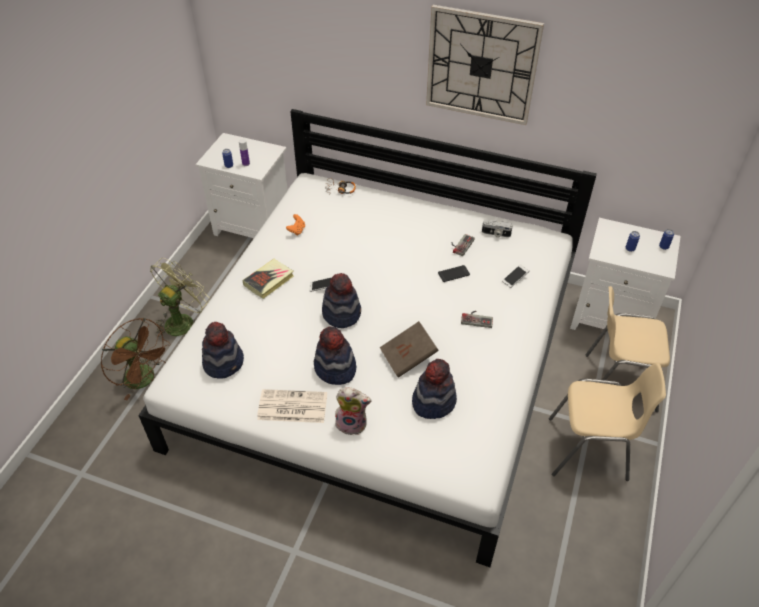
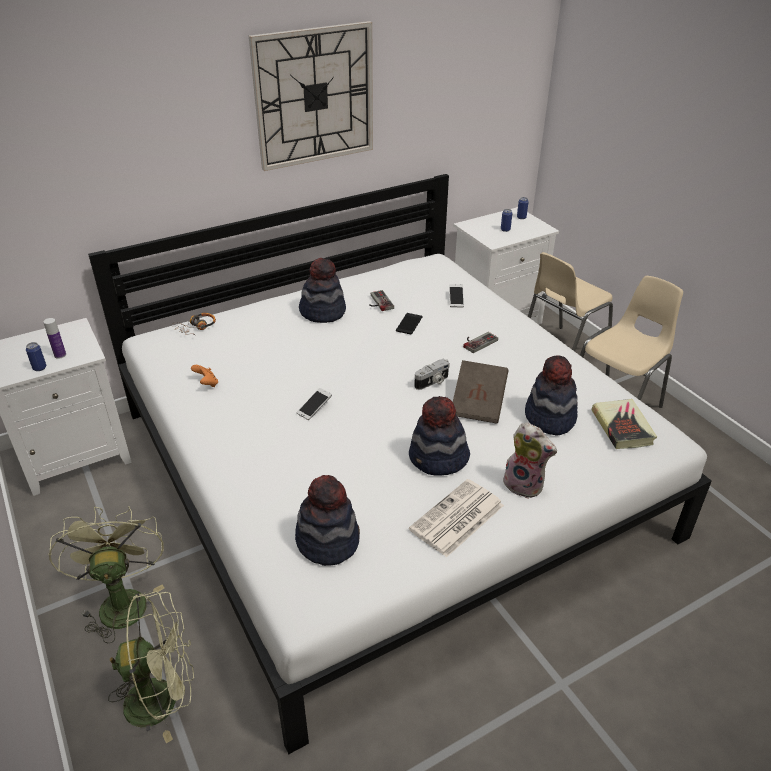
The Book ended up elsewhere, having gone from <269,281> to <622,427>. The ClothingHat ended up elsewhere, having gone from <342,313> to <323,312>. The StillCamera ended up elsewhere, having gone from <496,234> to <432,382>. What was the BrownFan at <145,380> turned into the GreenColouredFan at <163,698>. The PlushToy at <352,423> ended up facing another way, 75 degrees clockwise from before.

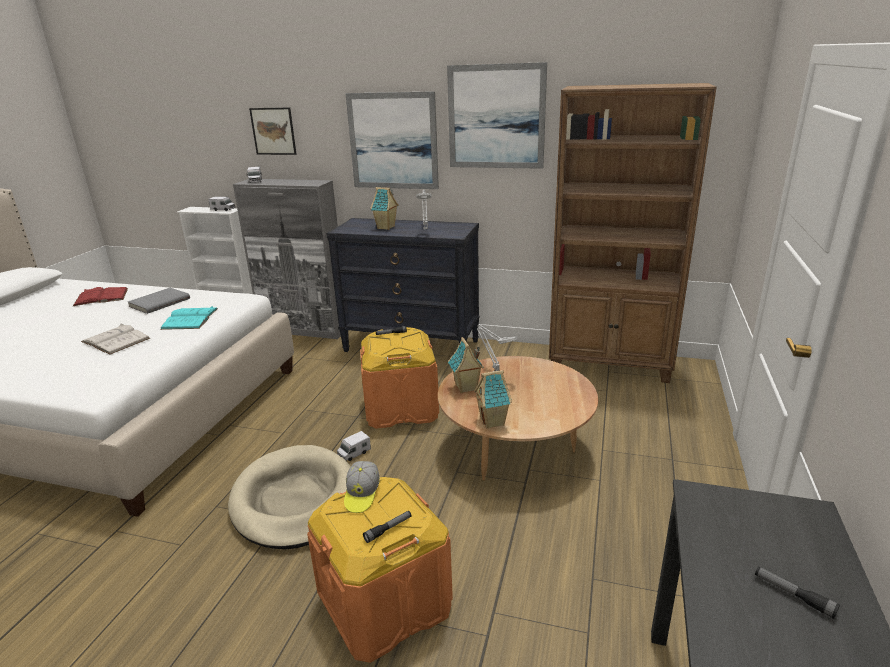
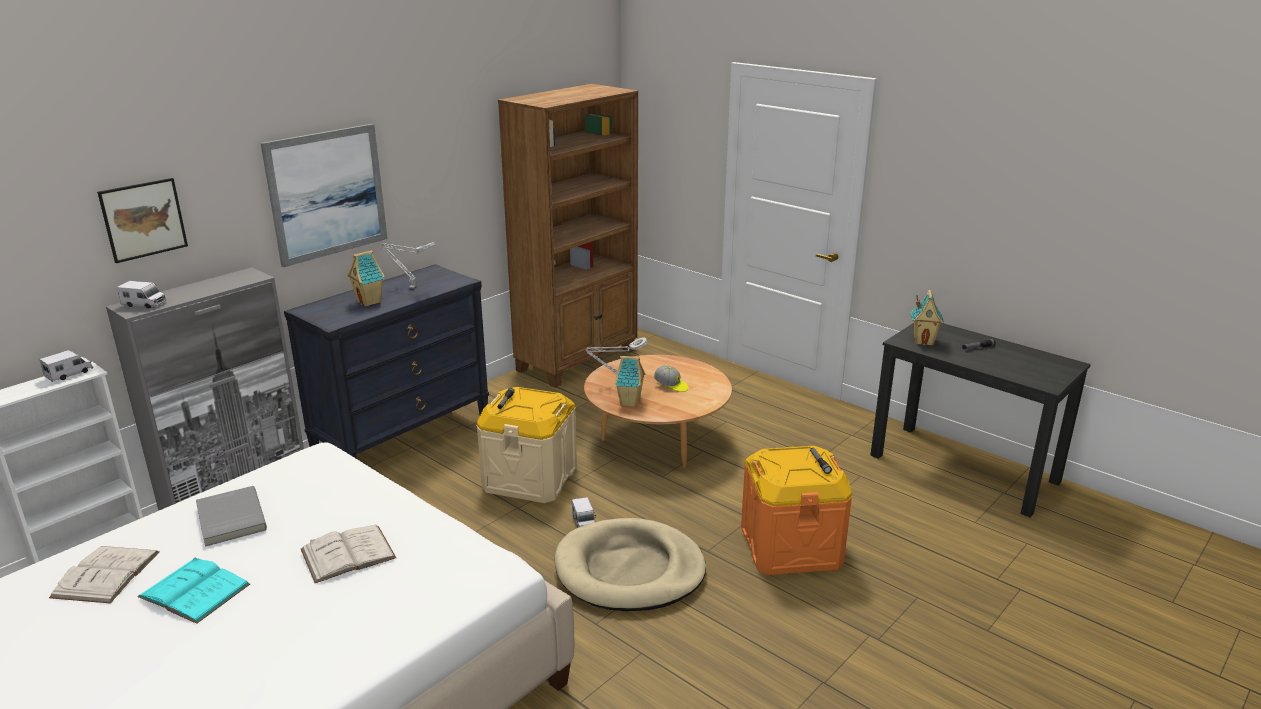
The second view lost the WallArt at <496,117>. The TurquoiseColouredBook ended up elsewhere, having gone from <190,318> to <194,590>. The BaseballCap ended up elsewhere, having gone from <362,494> to <671,386>. The ModelHouse ended up elsewhere, having gone from <493,422> to <923,341>. What was the RedBook at <101,297> turned into the WhiteColouredBook at <106,574>. What was the OrangeStorageBin at <401,408> turned into the BeigeColouredStorageBin at <530,478>.

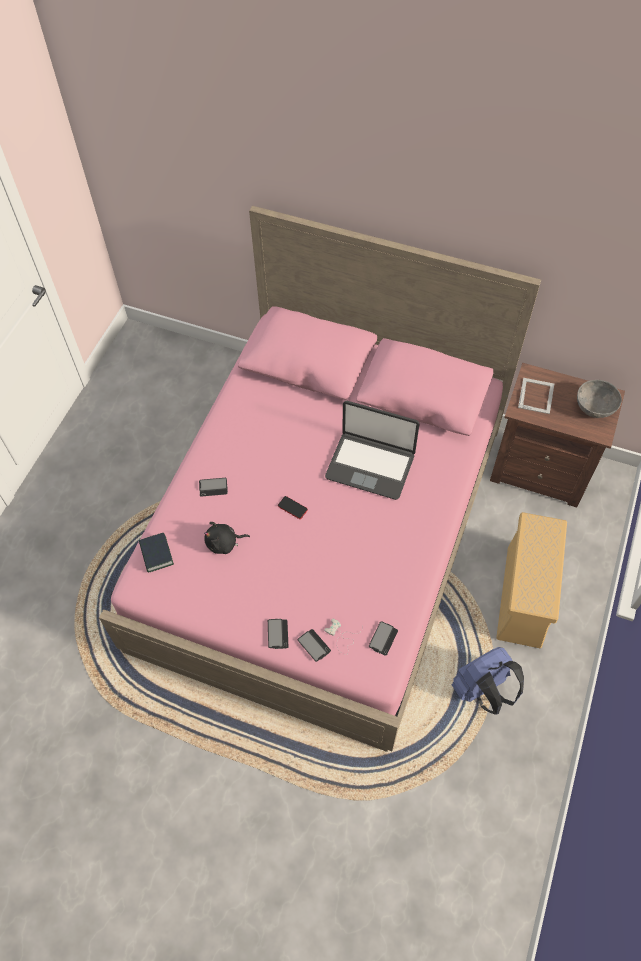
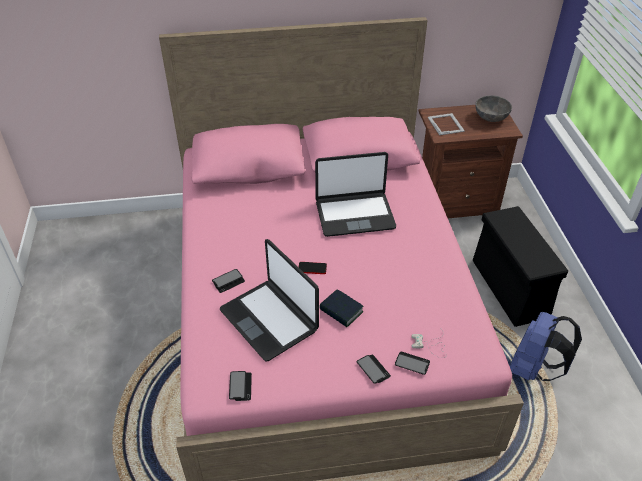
The Book ended up elsewhere, having gone from <156,554> to <341,311>. The Telephone ended up elsewhere, having gone from <383,638> to <240,386>. Where the BlackColouredPlushToy stood at <224,543>, the PortableComputer came to stand at <270,319>. What was the BeigeColouredStorageBin at <524,597> turned into the BlackColouredStorageBin at <510,289>.

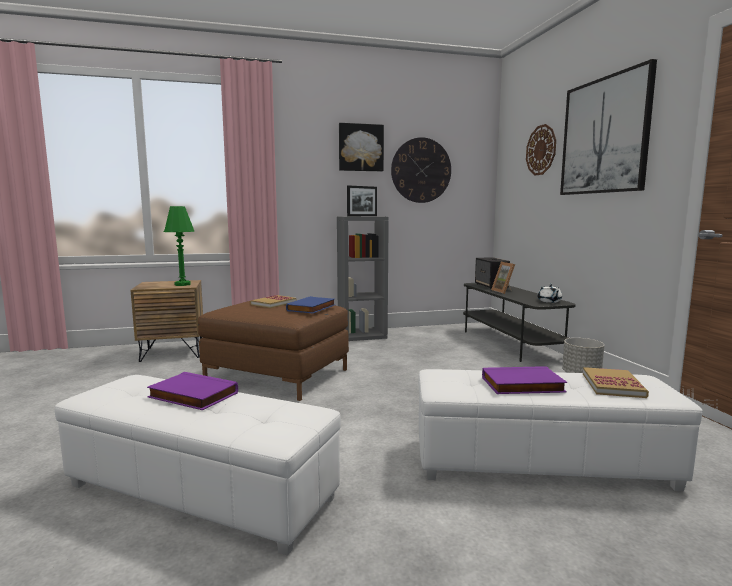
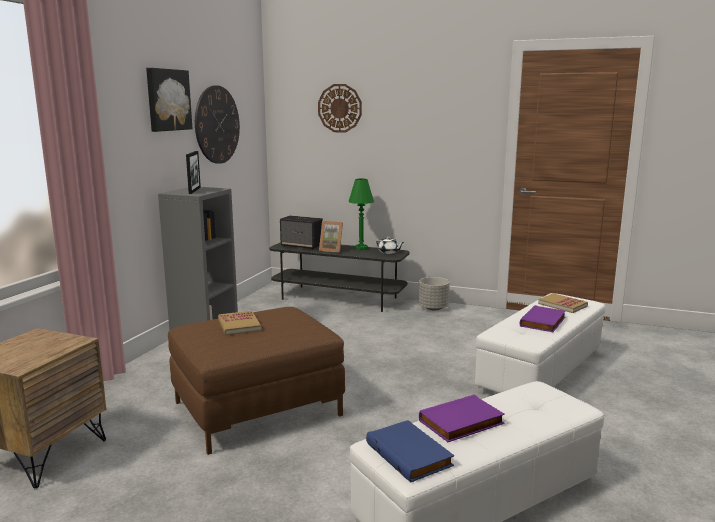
The second view lost the WallArt at <604,136>. The GreenColouredTabletopLamp ended up elsewhere, having gone from <182,284> to <361,248>. The BluishBook ended up elsewhere, having gone from <312,308> to <410,454>.

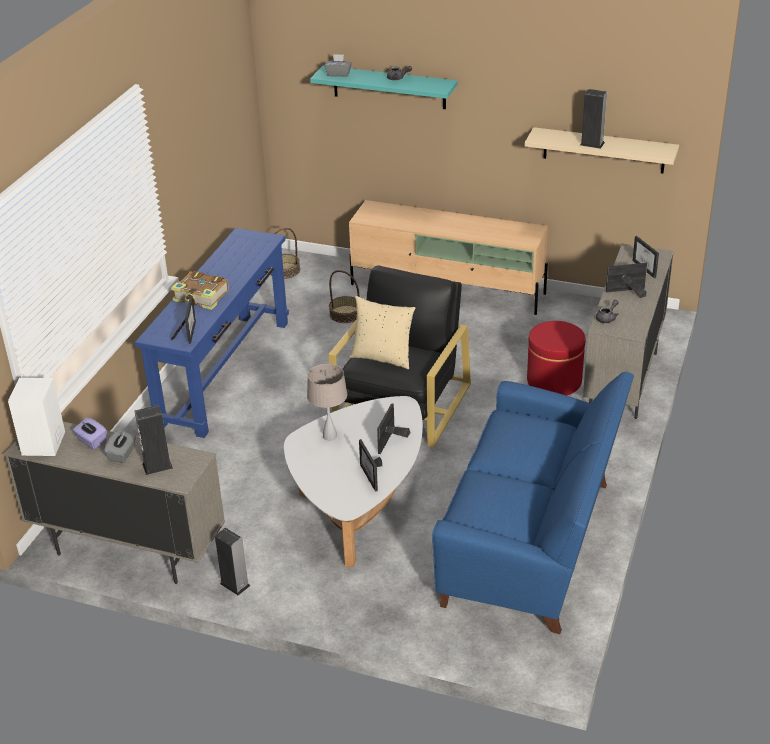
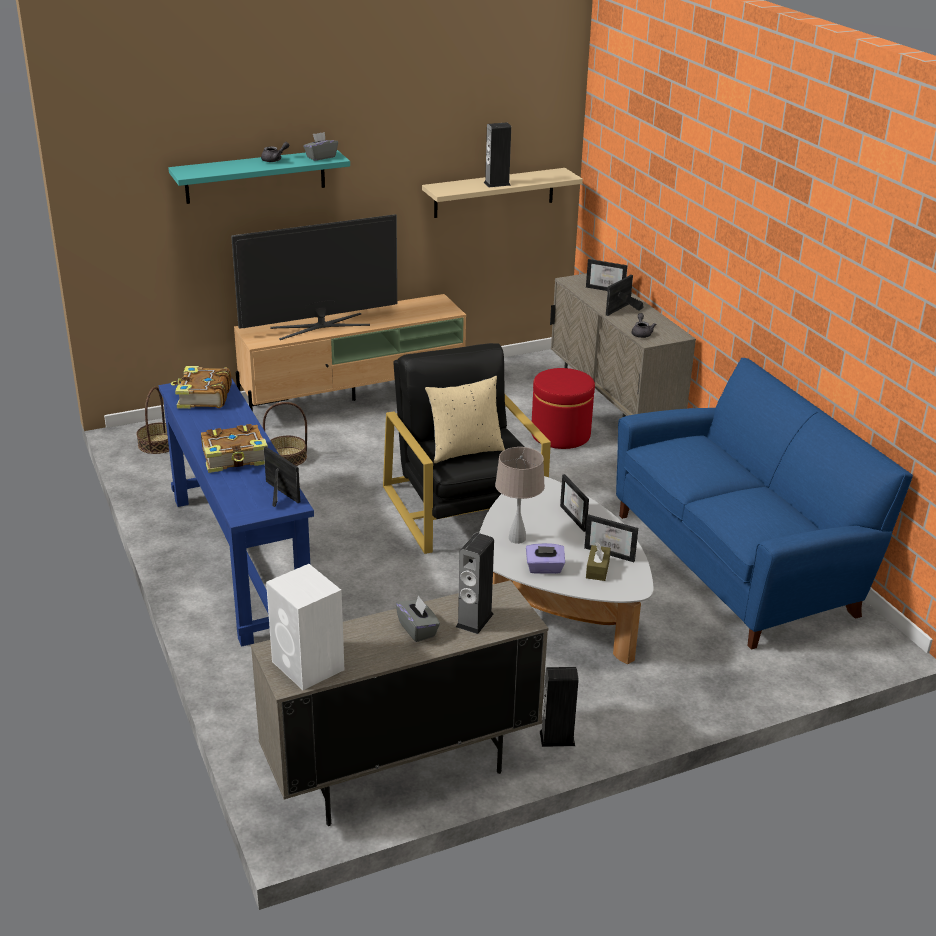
The second view gained the Book at <203,397>. The second view gained the Television at <320,326>. The second view gained the BrownBoxOfTissues at <597,569>. The PurplishBoxOfTissues ended up elsewhere, having gone from <91,441> to <544,568>. The GreyishBoxOfTissues ended up elsewhere, having gone from <338,74> to <321,157>.

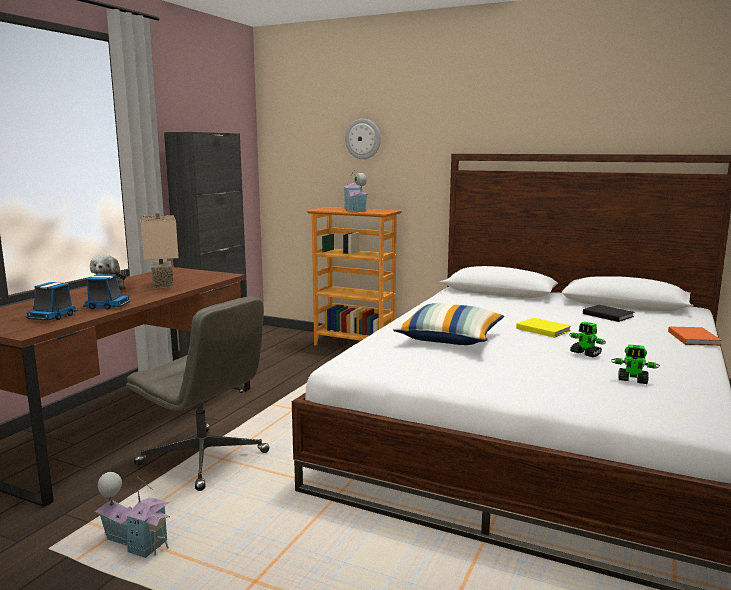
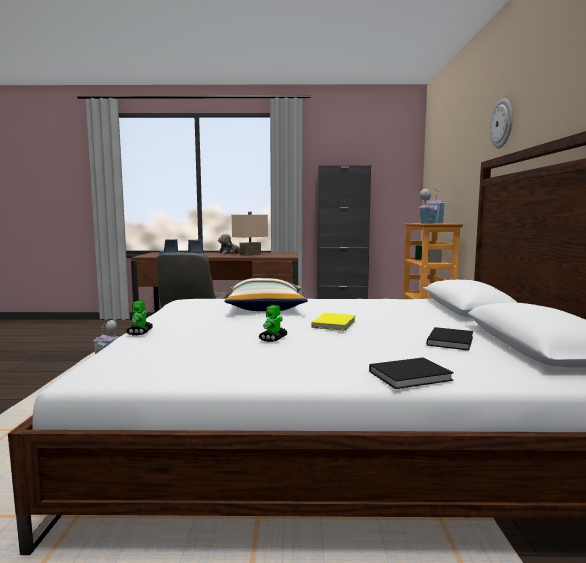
The ClockOnTheWall ended up elsewhere, having gone from <363,139> to <502,123>. The RobotFigure ended up elsewhere, having gone from <633,380> to <139,332>. What was the OrangeBook at <693,338> turned into the BlackColouredBook at <412,376>.

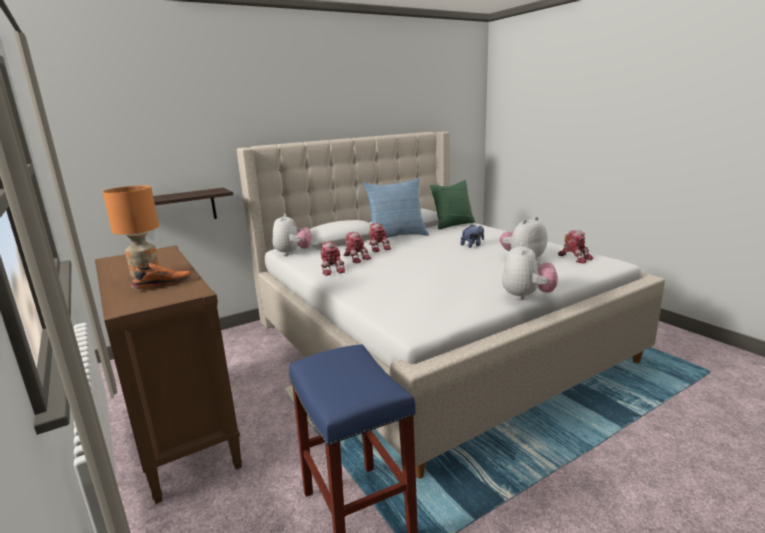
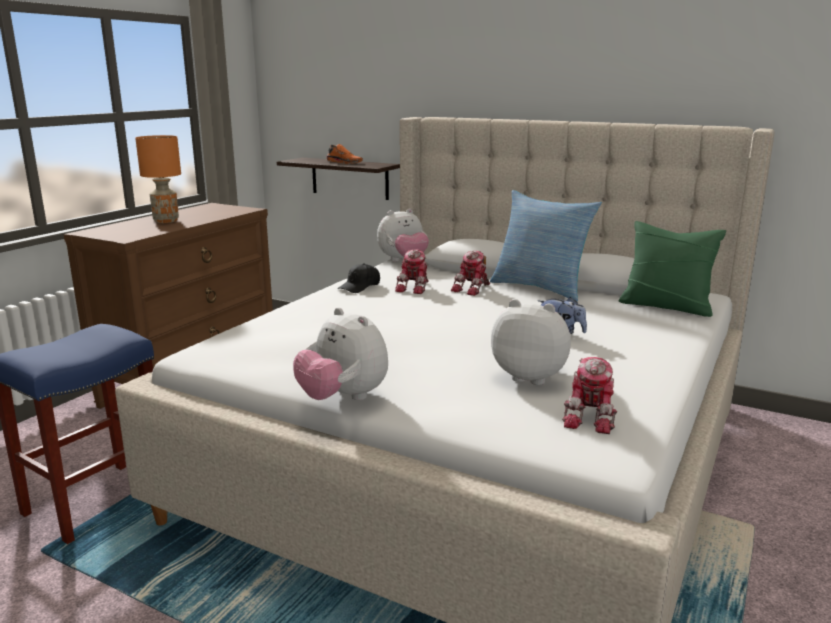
The OrangeShoe ended up elsewhere, having gone from <162,284> to <345,162>. Where the RobotFigure stood at <332,269>, the BlackColouredBaseballCap came to stand at <360,287>. The PlushToy at <527,296> ended up facing another way, 60 degrees clockwise from before.

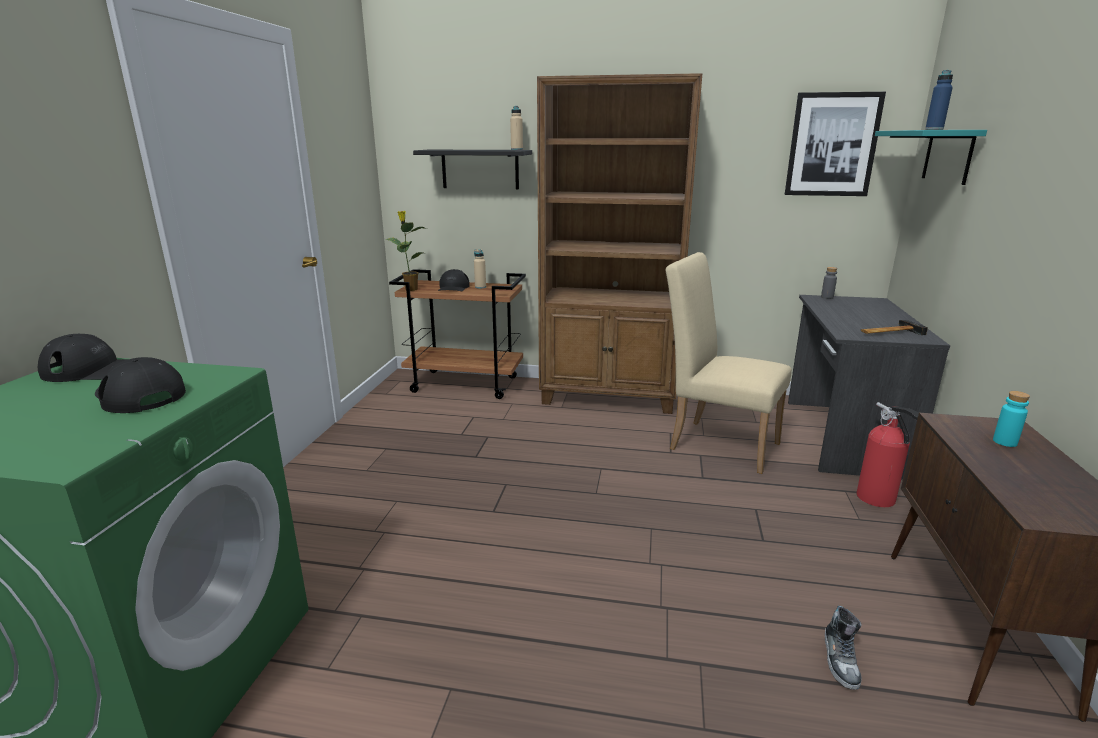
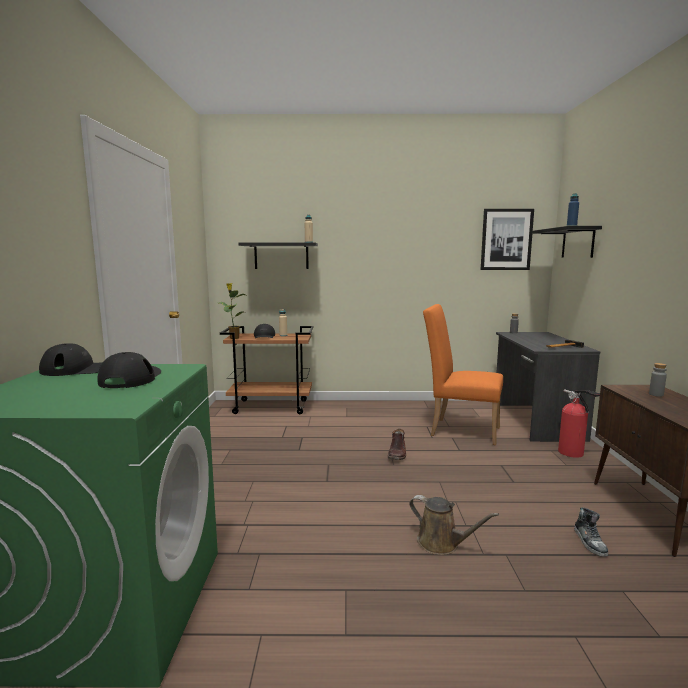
The second view lost the BrownShelvingUnit at <609,397>. The second view gained the BrownTallBoot at <397,454>. The second view gained the BrownWateringPot at <442,543>. What was the BeigeColouredUprightChair at <716,442> turned into the OrangeUprightChair at <459,430>. What was the TurquoiseColouredWallShelf at <948,156> turned into the BlackColouredWallShelf at <578,243>. What was the TurquoiseColouredBottle at <1005,442> turned into the GreyishBottle at <656,394>. The BlackColouredBaseballCap at <139,395> ended up facing another way, 60 degrees clockwise from before.

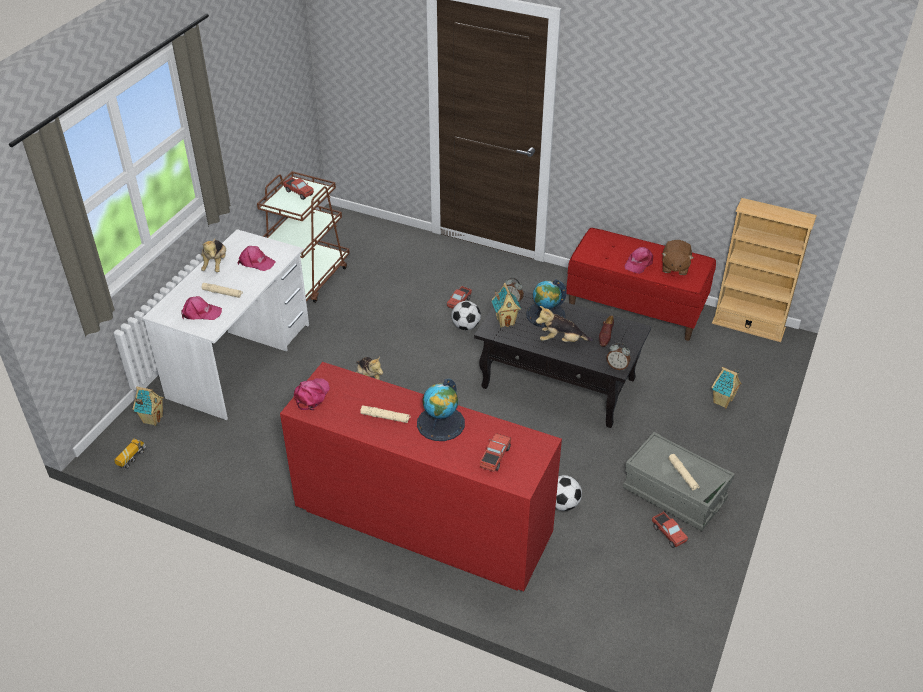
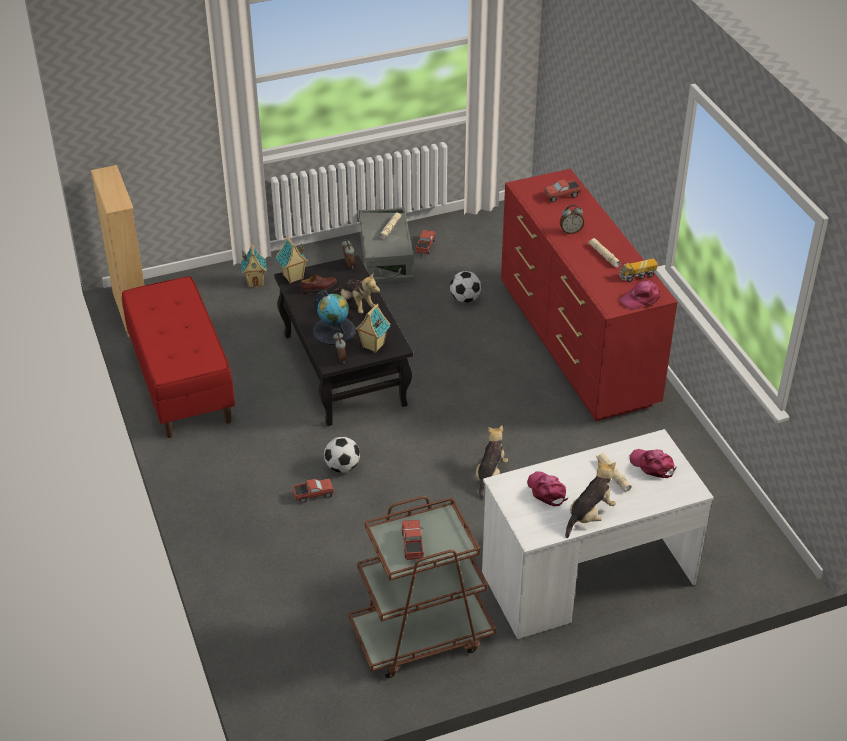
The second view lost the PinkBaseballCap at <638,263>. The second view lost the BrownPlushToy at <674,267>. The ModelTruck ended up elsewhere, having gone from <131,458> to <637,276>. The ModelHouse ended up elsewhere, having gone from <152,419> to <293,278>. Where the WorldGlobe stood at <441,423>, the AlarmClock came to stand at <570,231>.

